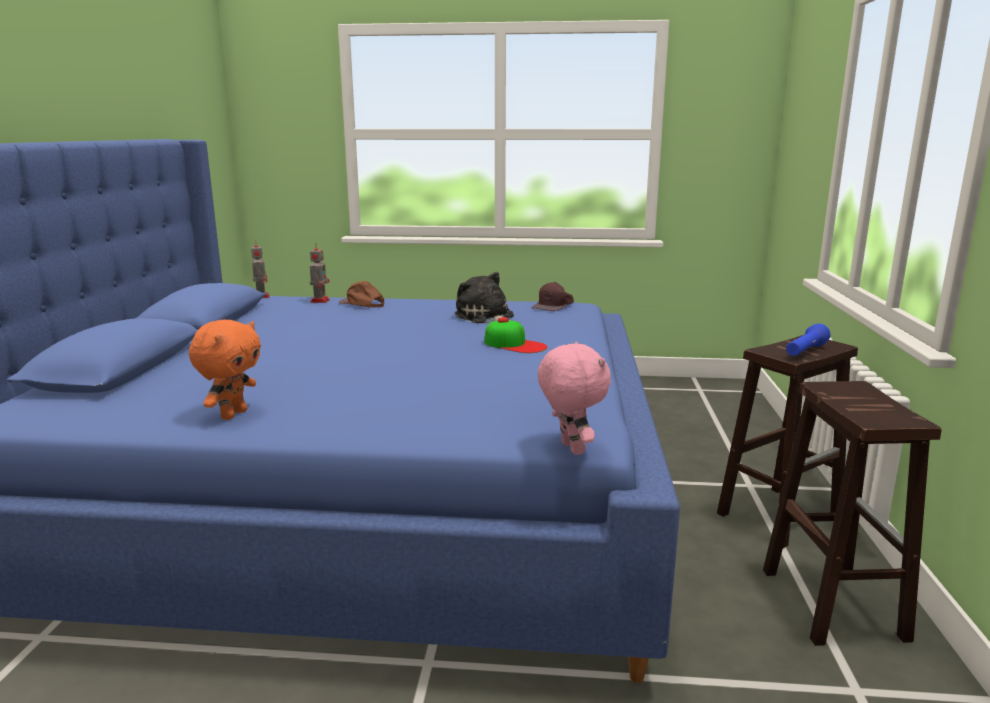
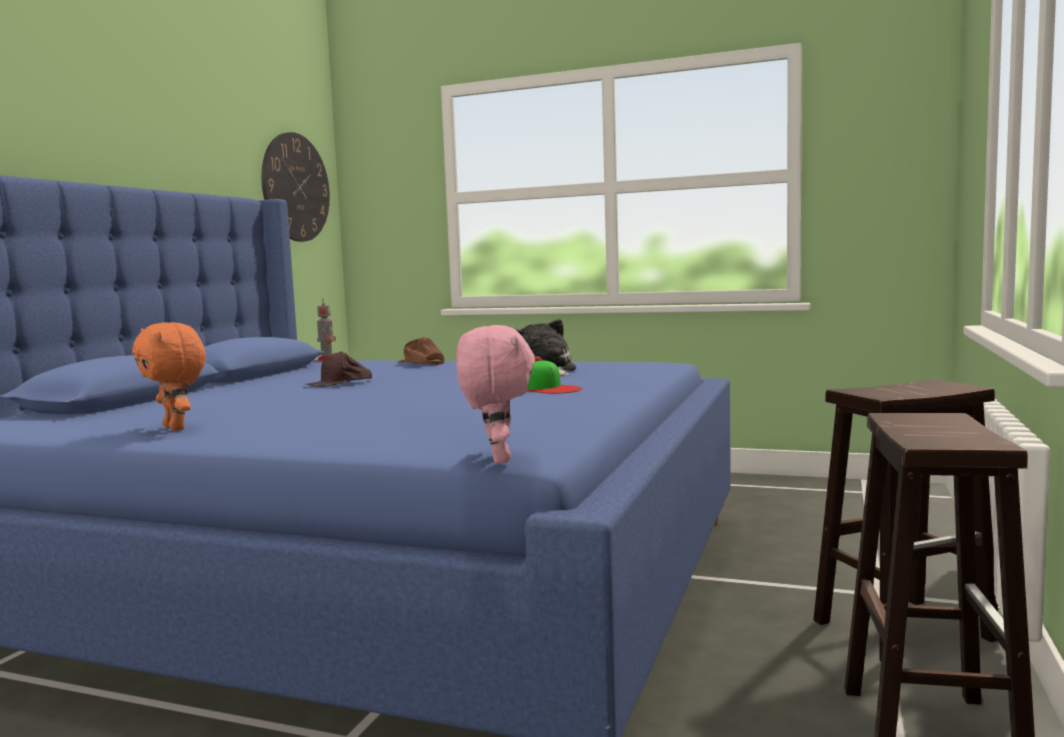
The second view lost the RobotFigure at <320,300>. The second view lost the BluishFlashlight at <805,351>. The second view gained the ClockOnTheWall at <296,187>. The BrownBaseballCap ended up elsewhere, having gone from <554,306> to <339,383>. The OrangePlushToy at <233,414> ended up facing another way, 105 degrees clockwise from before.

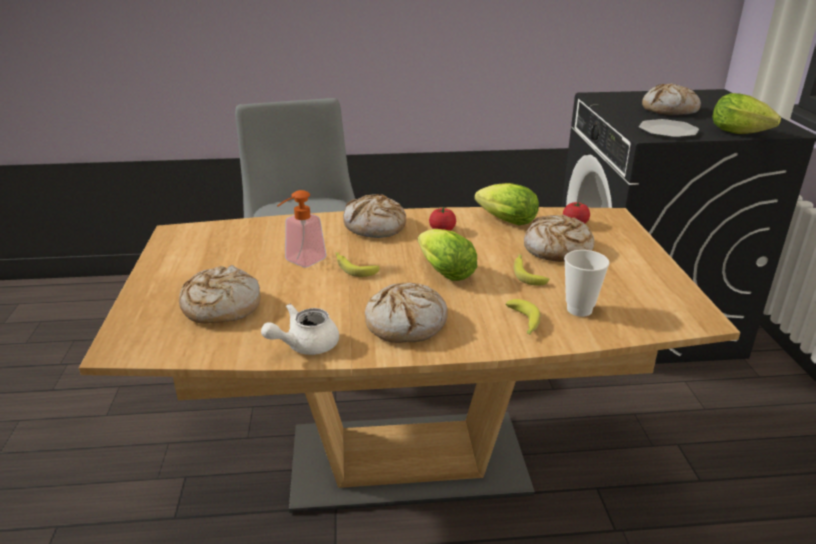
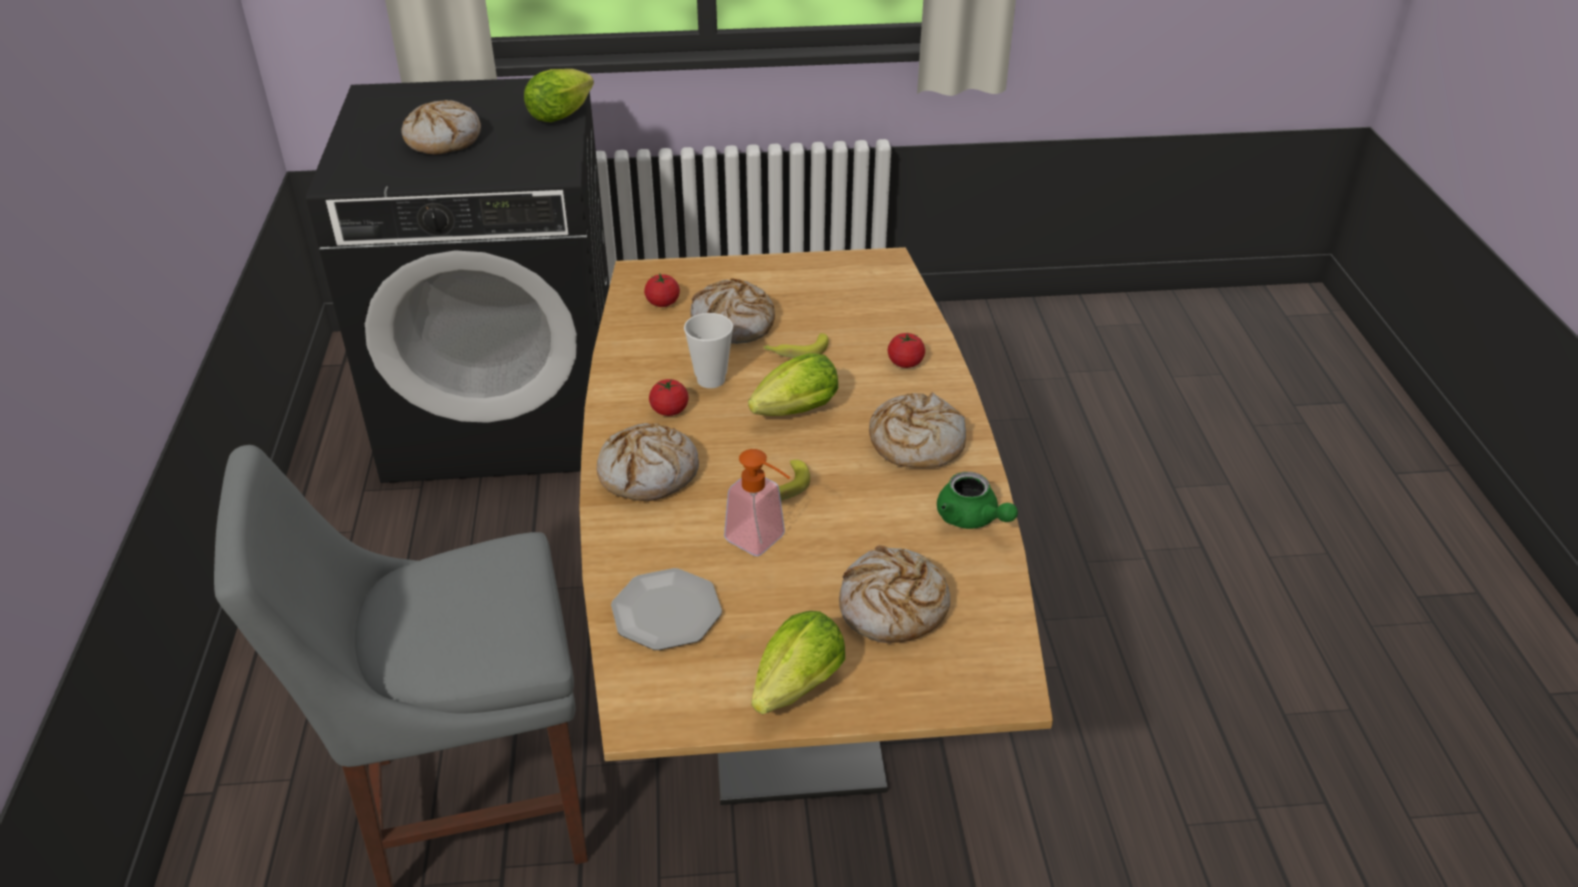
The LettuceHead ended up elsewhere, having gone from <503,221> to <793,691>. The Cup ended up elsewhere, having gone from <579,309> to <711,380>. The Plate ended up elsewhere, having gone from <667,131> to <667,612>. Where the BananaFruit stood at <523,323>, the Tomato came to stand at <905,363>. What was the WhiteColouredTeapot at <304,345> turned into the GreenColouredTeapot at <972,519>.

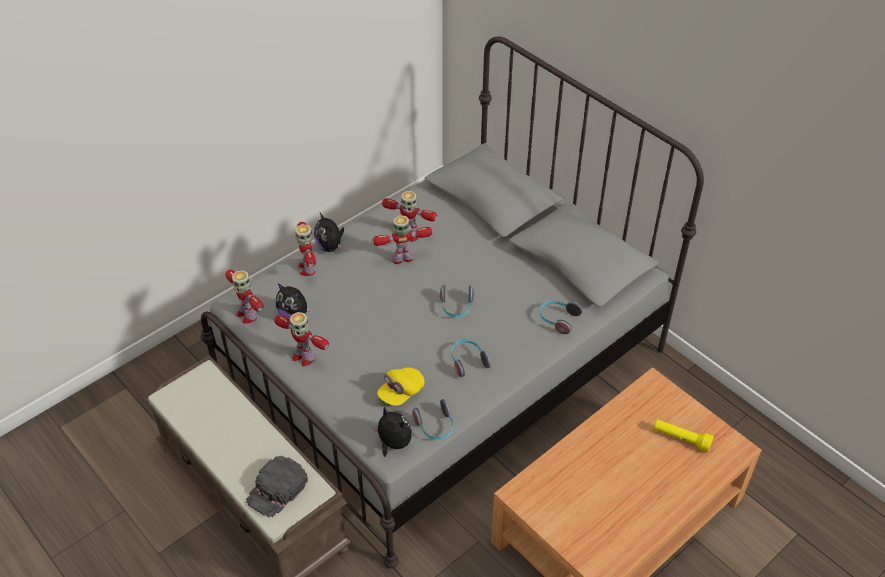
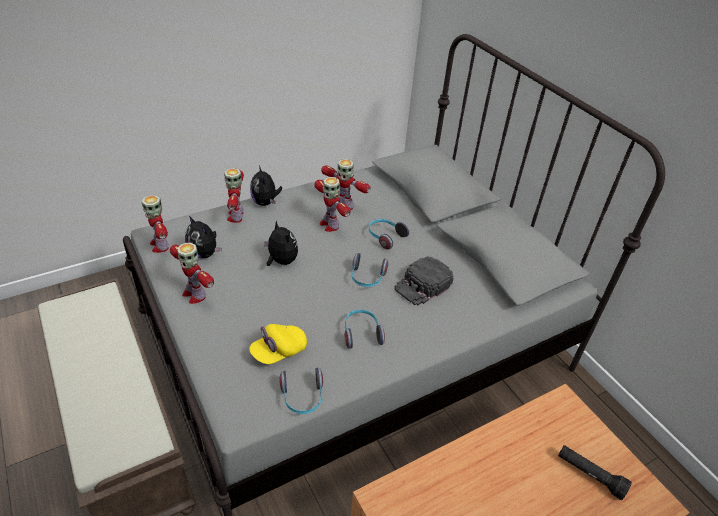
The BlackColouredBaseballCap ended up elsewhere, having gone from <277,490> to <423,285>. The PlushToy ended up elsewhere, having gone from <393,444> to <281,261>. The Headphones ended up elsewhere, having gone from <558,320> to <385,237>. What was the YellowFlashlight at <681,439> turned into the BlackColouredFlashlight at <589,475>. The RobotFigure at <403,258> ended up facing another way, 120 degrees counterclockwise from before.

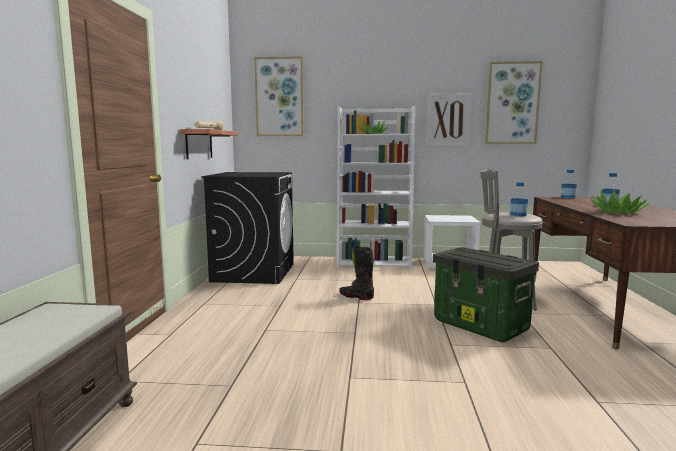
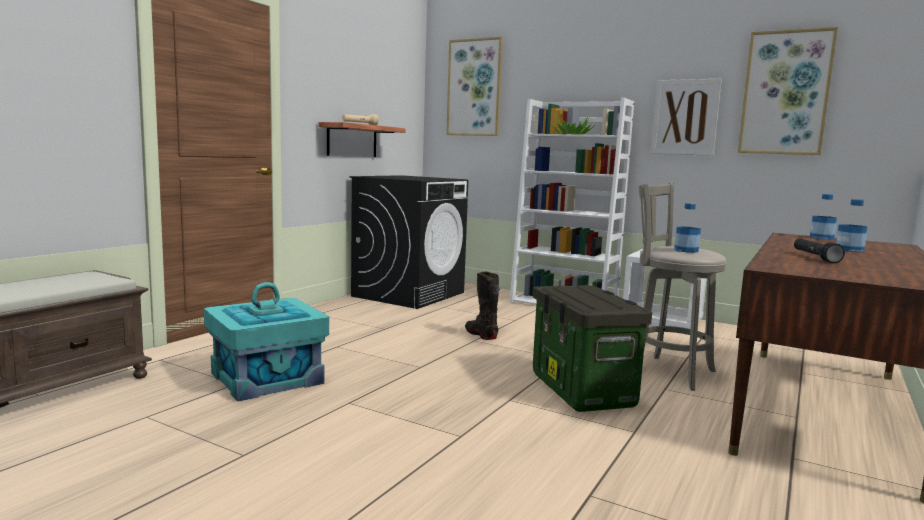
The second view gained the TurquoiseColouredStorageBin at <267,378>. Where the PlantInAPot stood at <617,212>, the BlackColouredFlashlight came to stand at <815,257>.

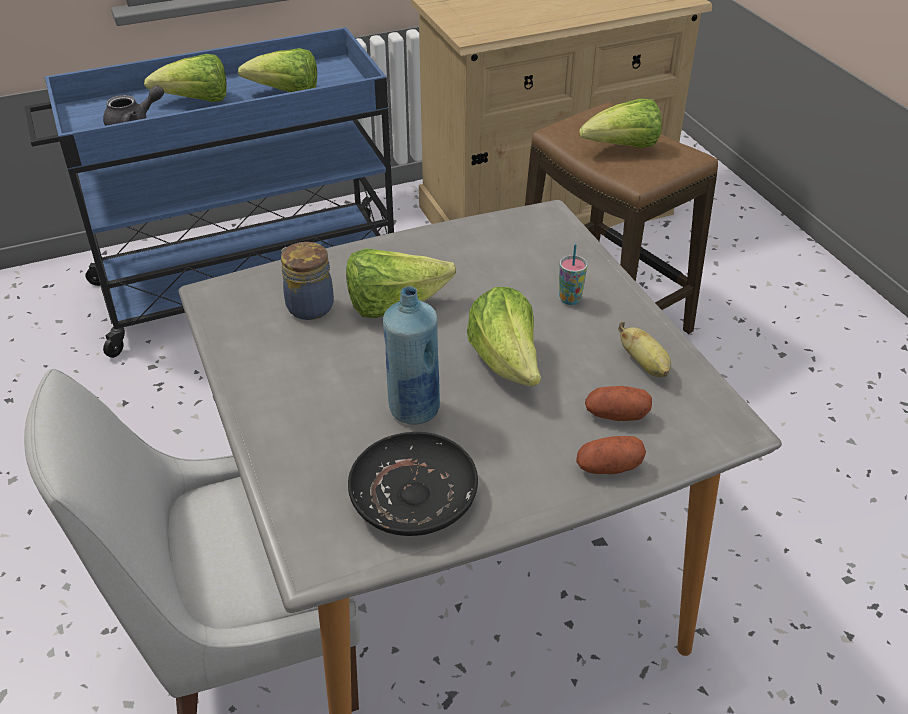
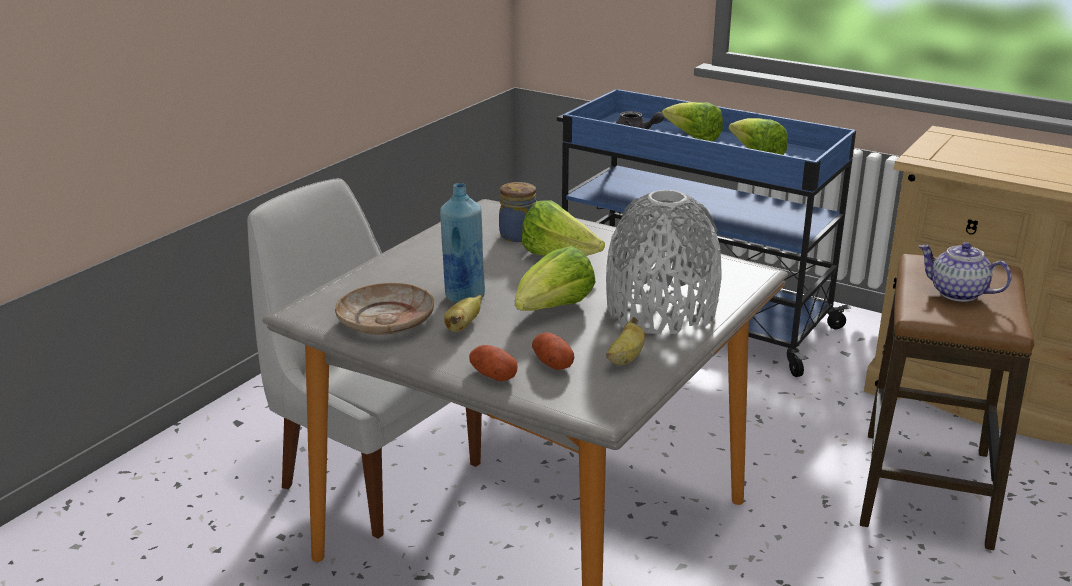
The second view gained the BananaFruit at <463,326>. Where the Cup stood at <570,299>, the GreyishVase came to stand at <661,310>. Where the LettuceHead stood at <622,148>, the Teapot came to stand at <957,293>. What was the BlackColouredPlate at <414,496> turned into the BeigeColouredPlate at <386,321>.

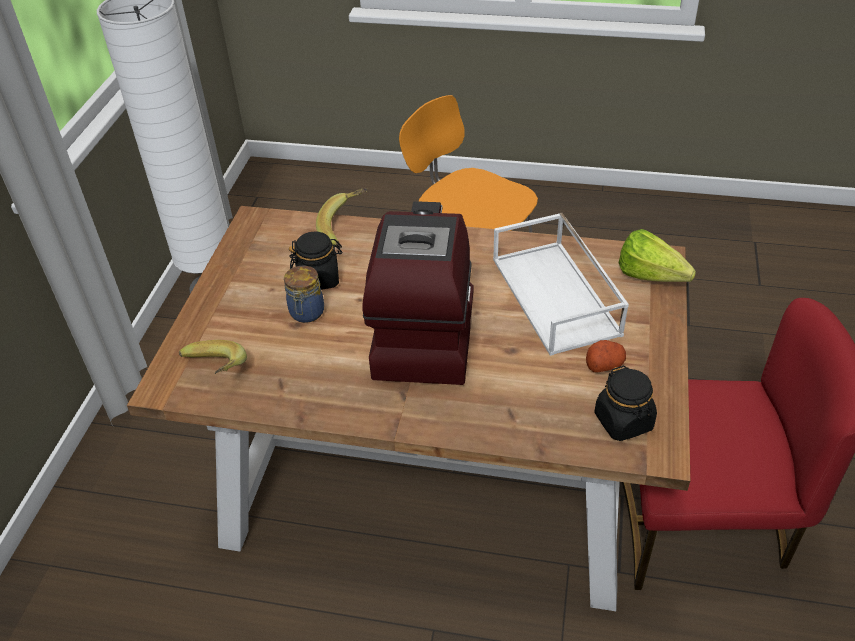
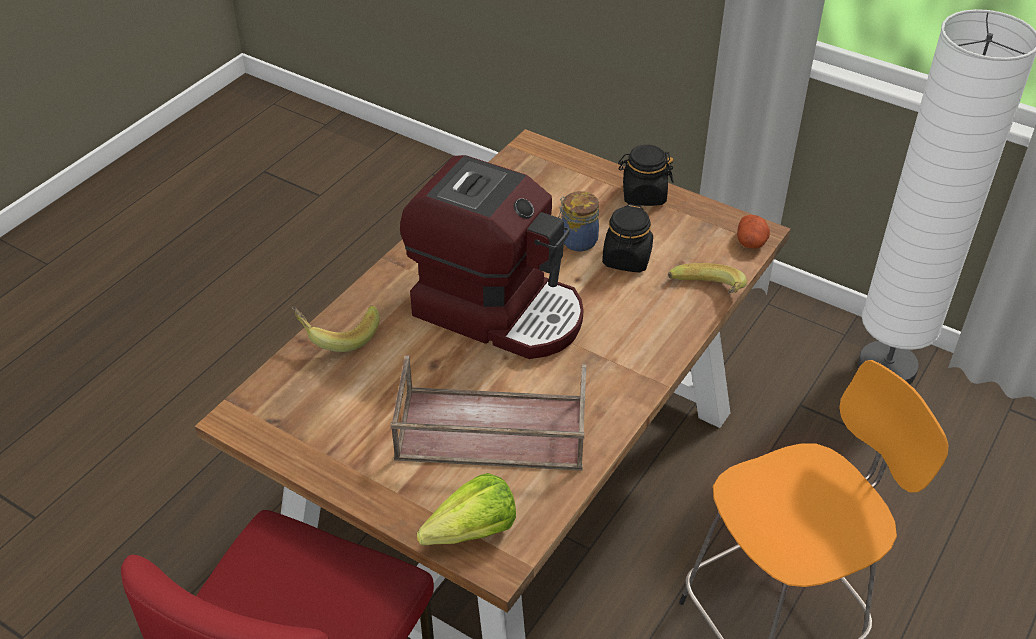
The BananaFruit ended up elsewhere, having gone from <213,373> to <337,334>. The Spud ended up elsewhere, having gone from <604,364> to <751,242>. The BlackColouredStorageJar ended up elsewhere, having gone from <624,421> to <643,195>. What was the WhiteColouredServingTray at <557,296> turned into the BrownServingTray at <489,430>.

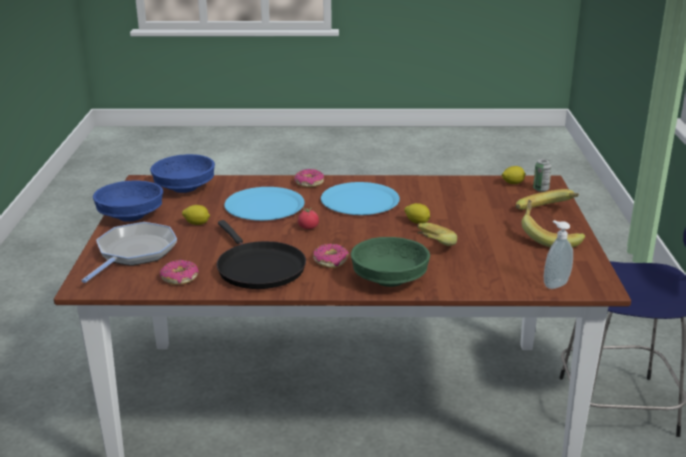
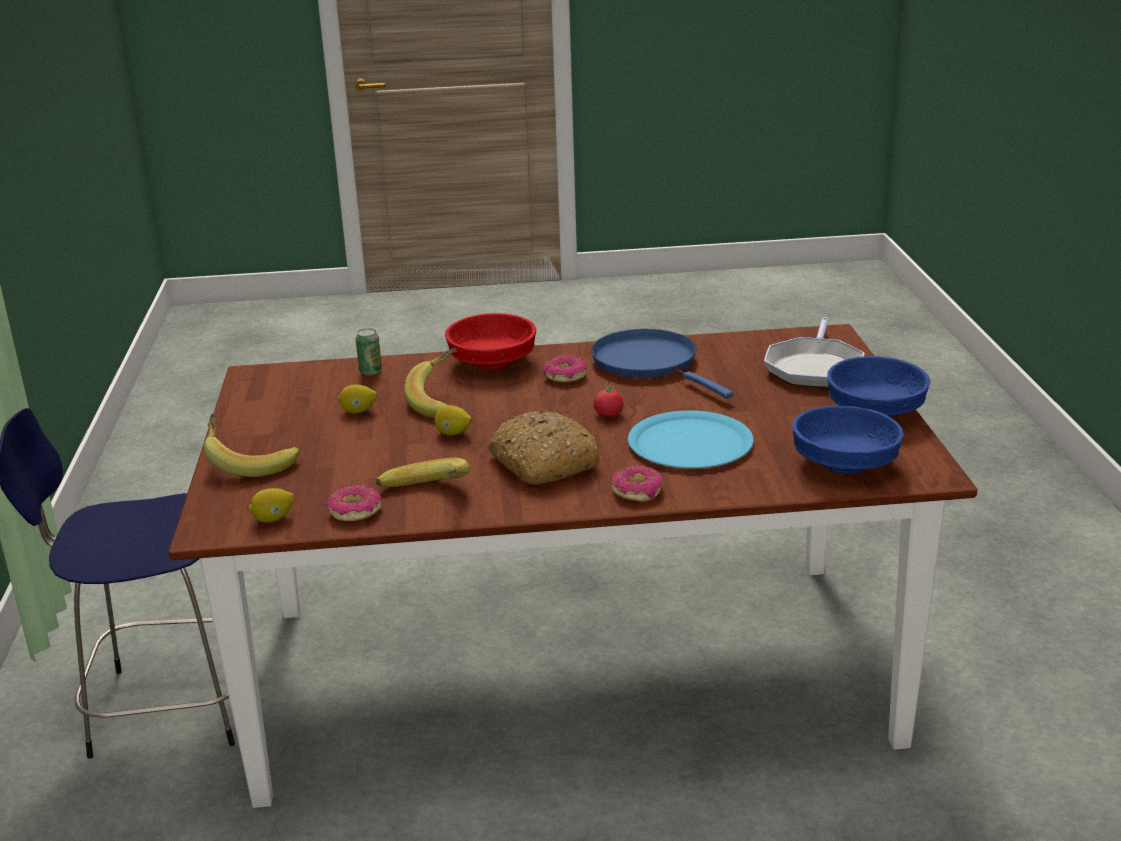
The second view lost the SoapBottle at <554,284>. The Donut ended up elsewhere, having gone from <180,278> to <355,511>. The Lemon ended up elsewhere, having gone from <197,224> to <358,411>. The BananaFruit ended up elsewhere, having gone from <548,238> to <426,497>. The MetalCan ended up elsewhere, having gone from <540,189> to <370,371>. Where the BluishPlate stood at <360,201>, the BakedBread came to stand at <542,463>. What was the BlackColouredSkillet at <258,268> turned into the BluishSkillet at <649,363>. What was the GreenColouredDeepDish at <390,280> turned into the RedDeepDish at <491,362>.

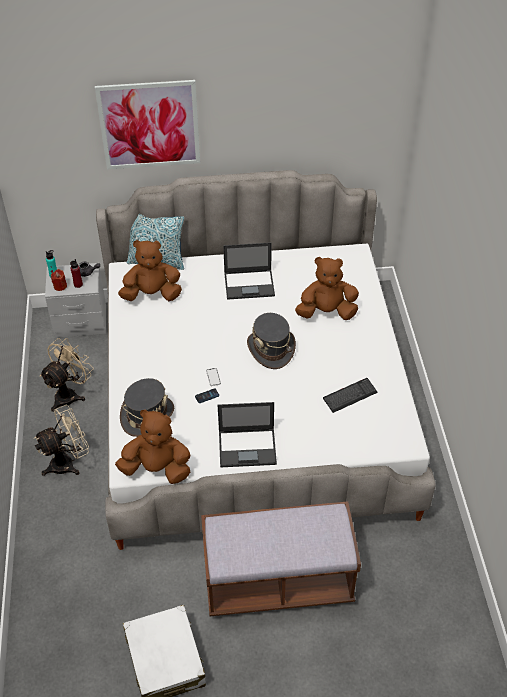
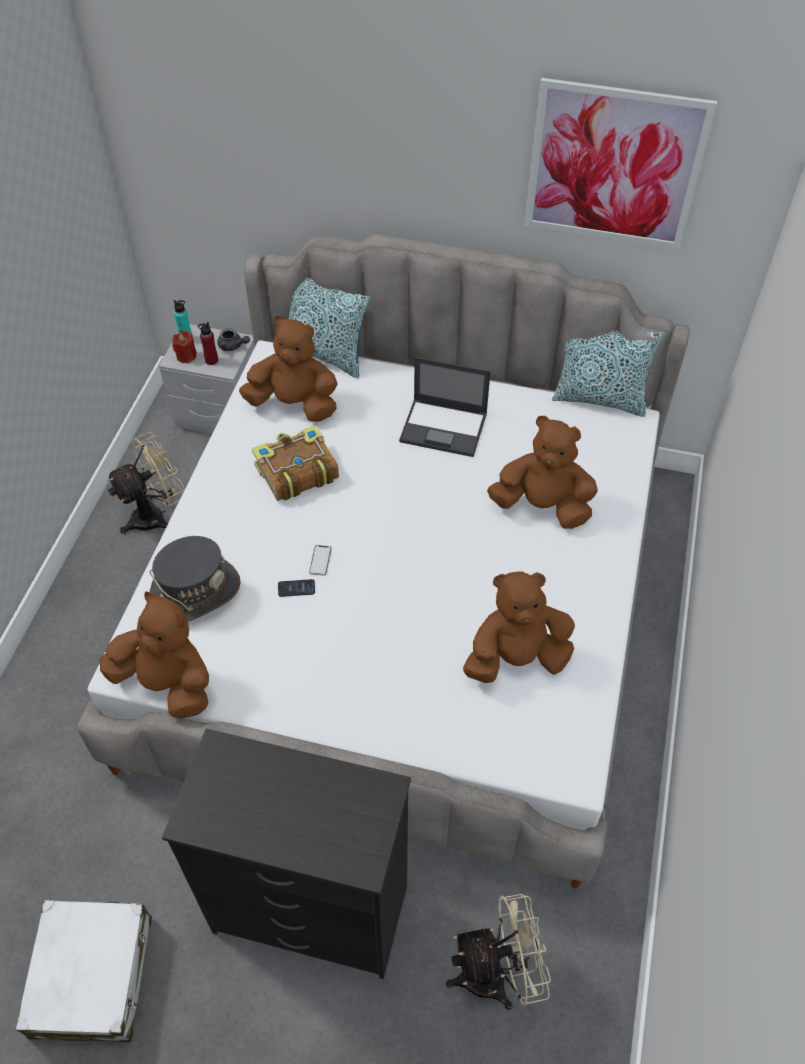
The second view lost the PortableComputer at <248,447>. The second view lost the GreyishClothingHat at <271,349>. The second view gained the Book at <295,472>. The second view gained the Cushion at <600,399>. The BeigeColouredFan ended up elsewhere, having gone from <68,463> to <496,975>. The WallArt ended up elsewhere, having gone from <149,125> to <614,166>. Where the BrownLongSeat stood at <278,582>, the BlackColouredChestOfDrawers came to stand at <312,910>. Where the ComputerKeyboard stood at <350,396>, the BrownPlushToy came to stand at <516,658>.

